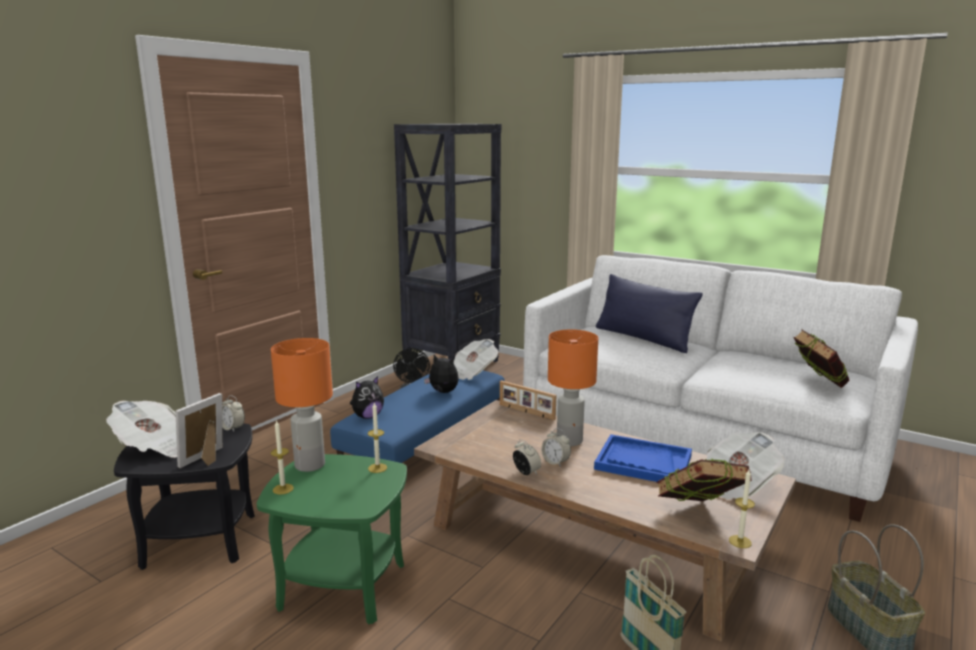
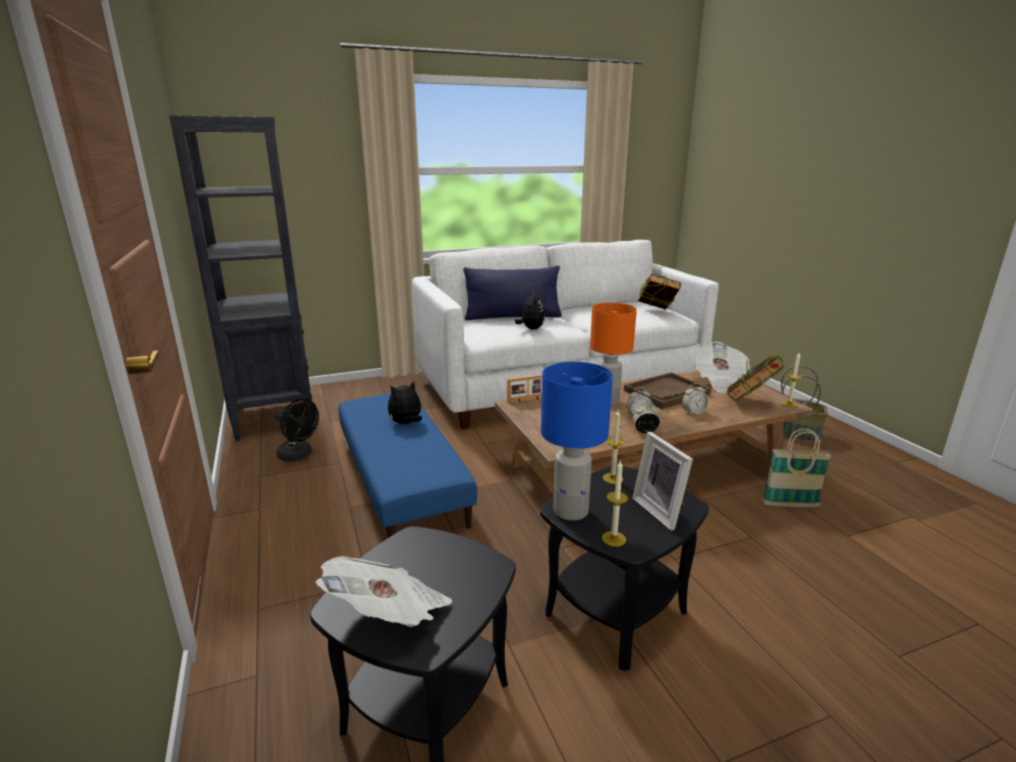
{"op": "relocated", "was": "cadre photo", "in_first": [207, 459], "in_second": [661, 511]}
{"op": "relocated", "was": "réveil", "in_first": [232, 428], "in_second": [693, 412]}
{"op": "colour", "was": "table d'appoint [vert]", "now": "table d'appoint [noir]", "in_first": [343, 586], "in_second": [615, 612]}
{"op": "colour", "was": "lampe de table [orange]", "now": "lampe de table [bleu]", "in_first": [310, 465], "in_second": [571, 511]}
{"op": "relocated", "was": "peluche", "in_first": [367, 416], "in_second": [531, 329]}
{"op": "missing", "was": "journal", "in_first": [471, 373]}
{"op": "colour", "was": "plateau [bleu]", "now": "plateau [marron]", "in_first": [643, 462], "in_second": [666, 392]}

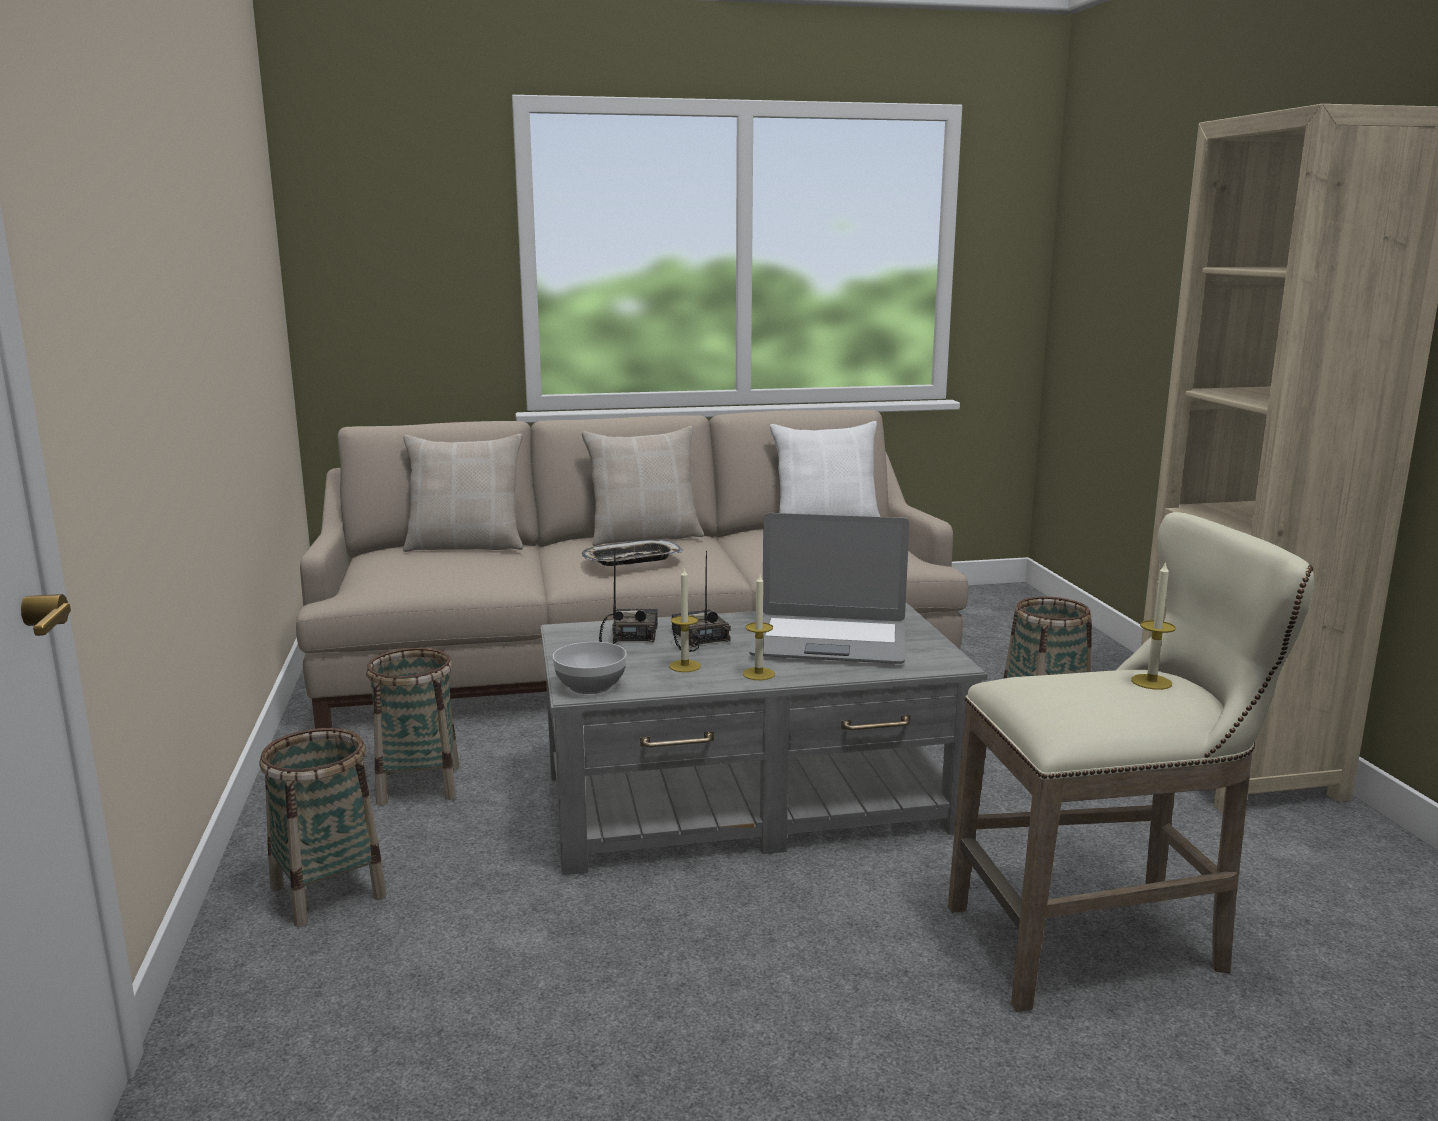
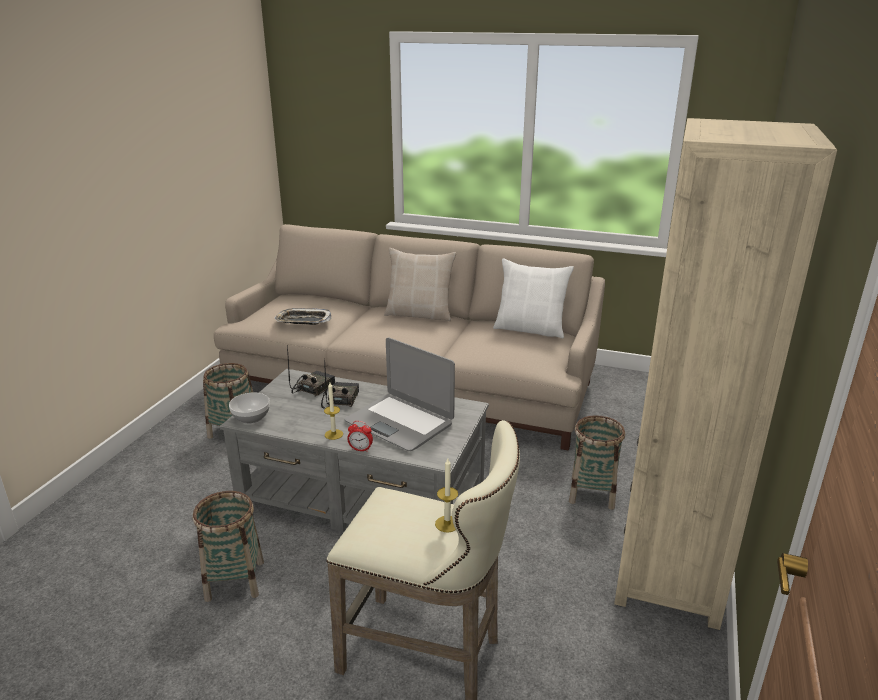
{"op": "relocated", "was": "panier", "in_first": [328, 892], "in_second": [235, 580]}
{"op": "missing", "was": "coussin [beige]", "in_first": [466, 546]}
{"op": "relocated", "was": "plateau", "in_first": [632, 560], "in_second": [303, 321]}
{"op": "missing", "was": "bougie", "in_first": [685, 666]}
{"op": "appeared", "now": "réveil", "in_second": [360, 449]}

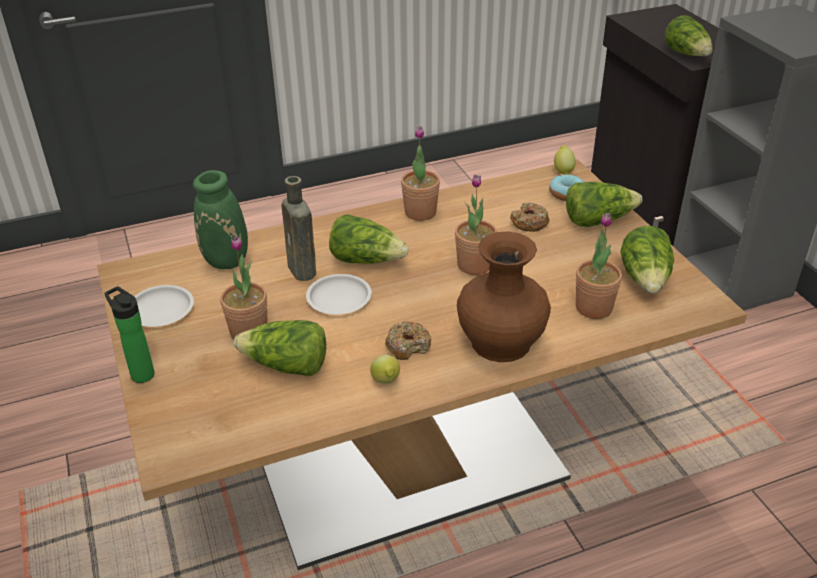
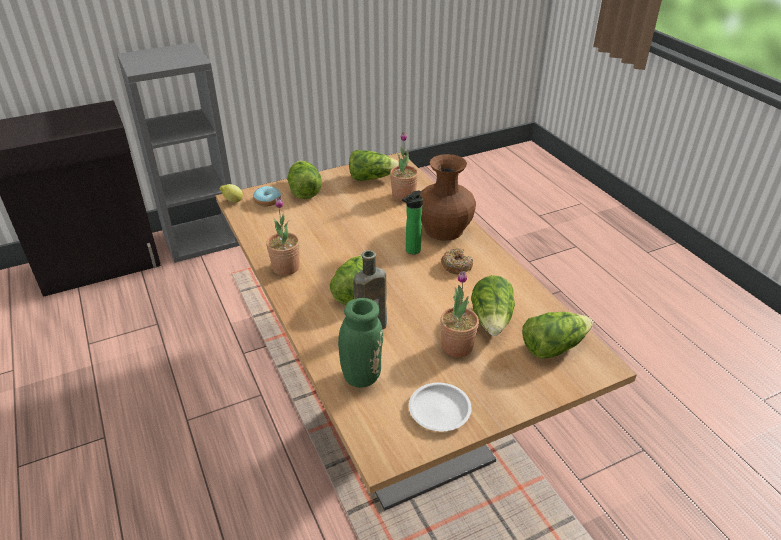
{"op": "relocated", "was": "bouteille", "in_first": [140, 373], "in_second": [411, 251]}
{"op": "missing", "was": "assiette [blanc]", "in_first": [339, 298]}
{"op": "missing", "was": "citron", "in_first": [386, 382]}
{"op": "missing", "was": "plante en pot", "in_first": [474, 265]}
{"op": "missing", "was": "beignet", "in_first": [529, 223]}
{"op": "relocated", "was": "laitue", "in_first": [687, 55], "in_second": [553, 346]}

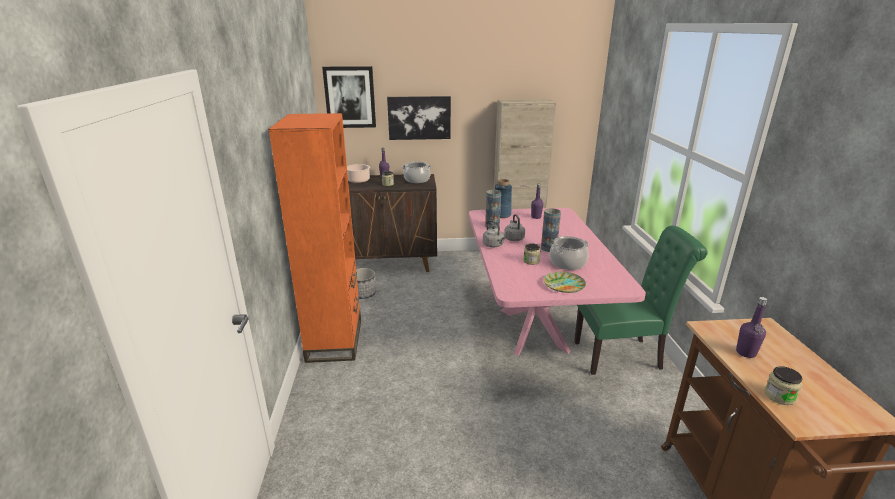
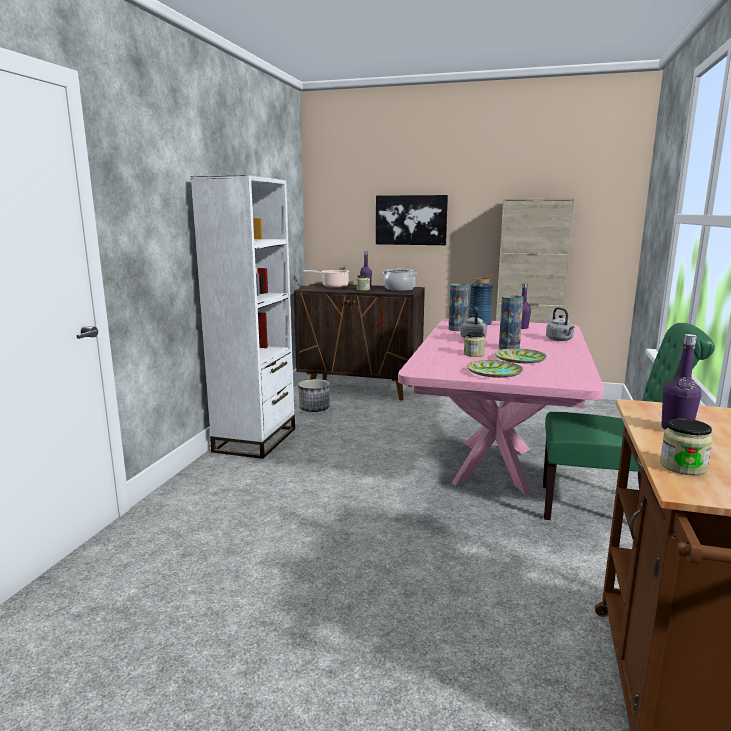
{"op": "colour", "was": "bibliothèque [orange]", "now": "bibliothèque [blanc]", "in_first": [335, 340], "in_second": [255, 440]}
{"op": "missing", "was": "tableau", "in_first": [350, 97]}
{"op": "relocated", "was": "bouilloire [gris]", "in_first": [494, 245], "in_second": [560, 340]}
{"op": "exchanged", "was": "marmite", "now": "assiette", "in_first": [567, 263], "in_second": [520, 359]}

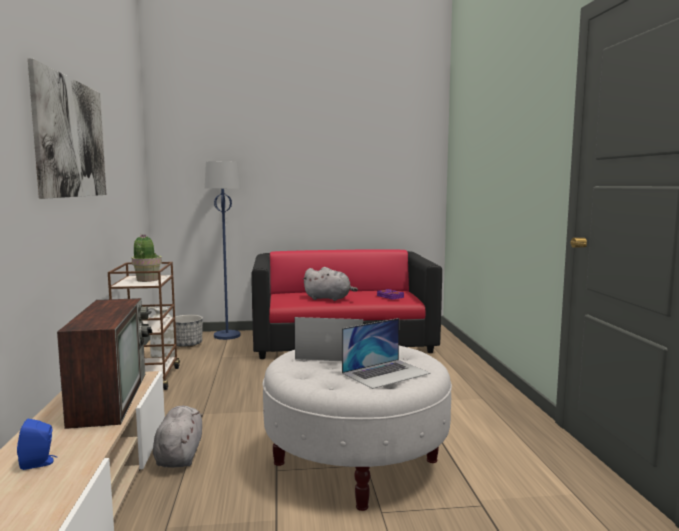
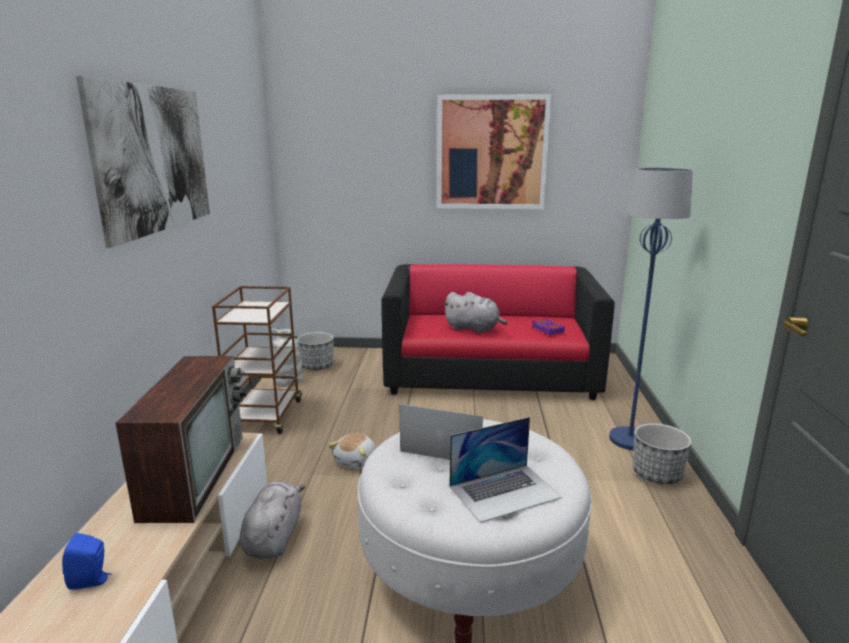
{"op": "missing", "was": "plante en pot", "in_first": [147, 280]}
{"op": "relocated", "was": "lampadaire [bleu]", "in_first": [227, 335], "in_second": [630, 439]}
{"op": "appeared", "now": "peluche", "in_second": [356, 461]}
{"op": "appeared", "now": "tableau", "in_second": [491, 153]}
{"op": "appeared", "now": "cache-pot", "in_second": [657, 474]}

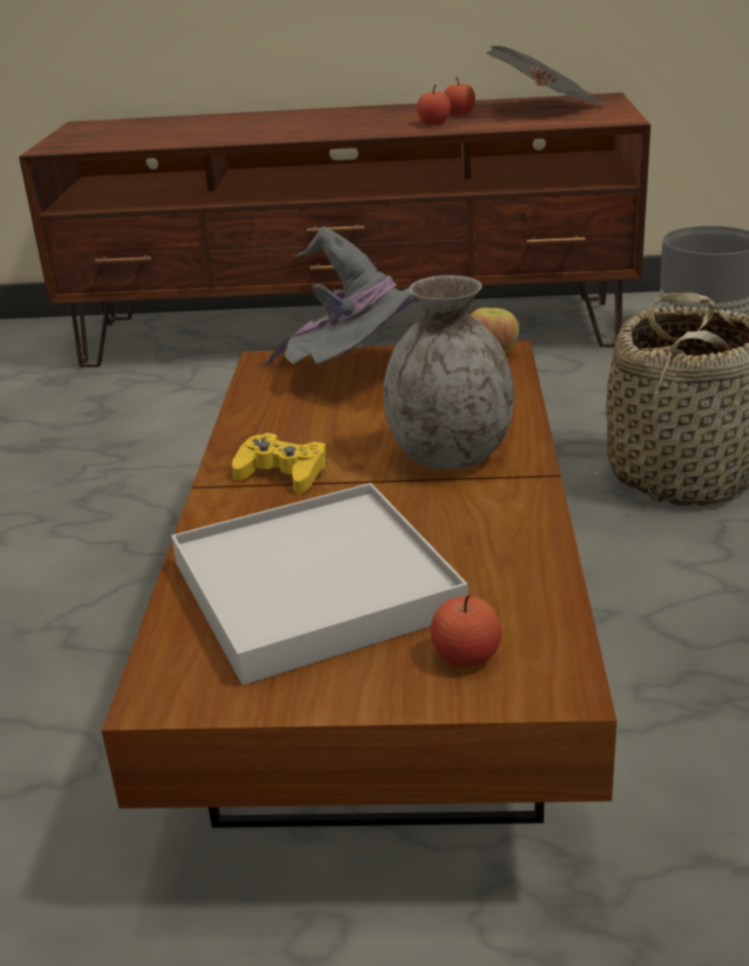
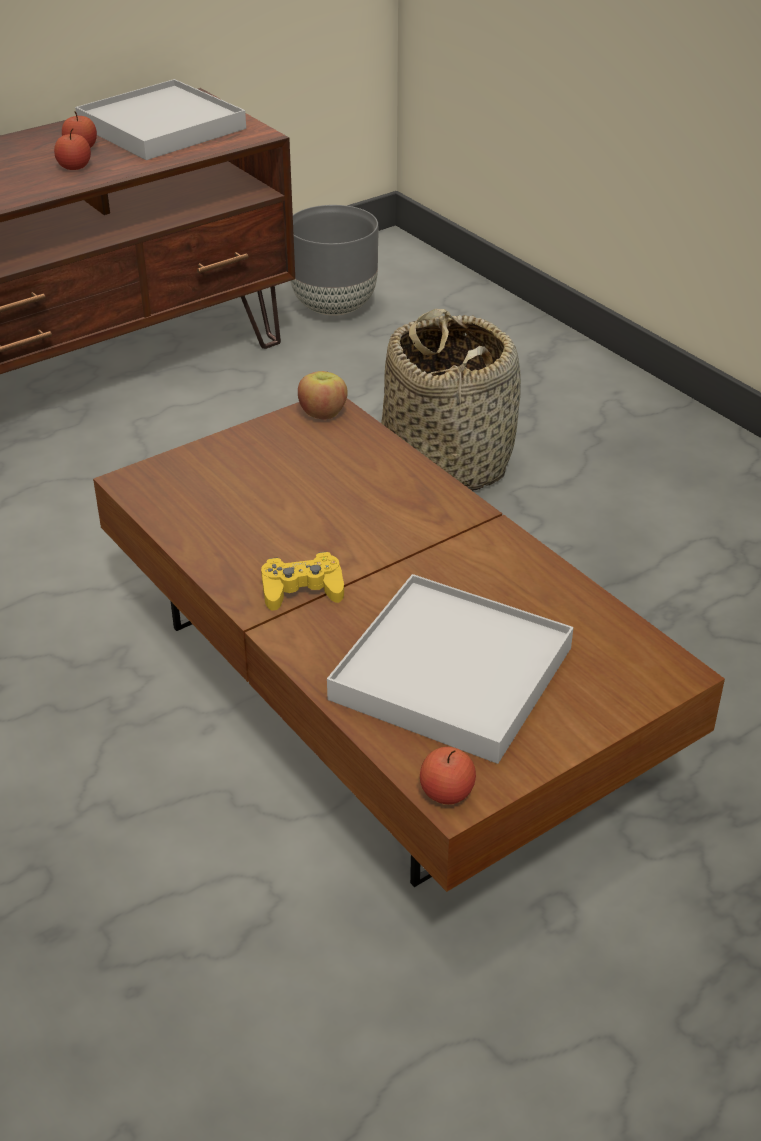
{"op": "missing", "was": "chapeau [gris]", "in_first": [365, 374]}
{"op": "missing", "was": "vase [gris]", "in_first": [450, 456]}
{"op": "relocated", "was": "pomme", "in_first": [466, 656], "in_second": [447, 792]}
{"op": "exchanged", "was": "journal", "now": "plateau [blanc]", "in_first": [546, 109], "in_second": [162, 127]}

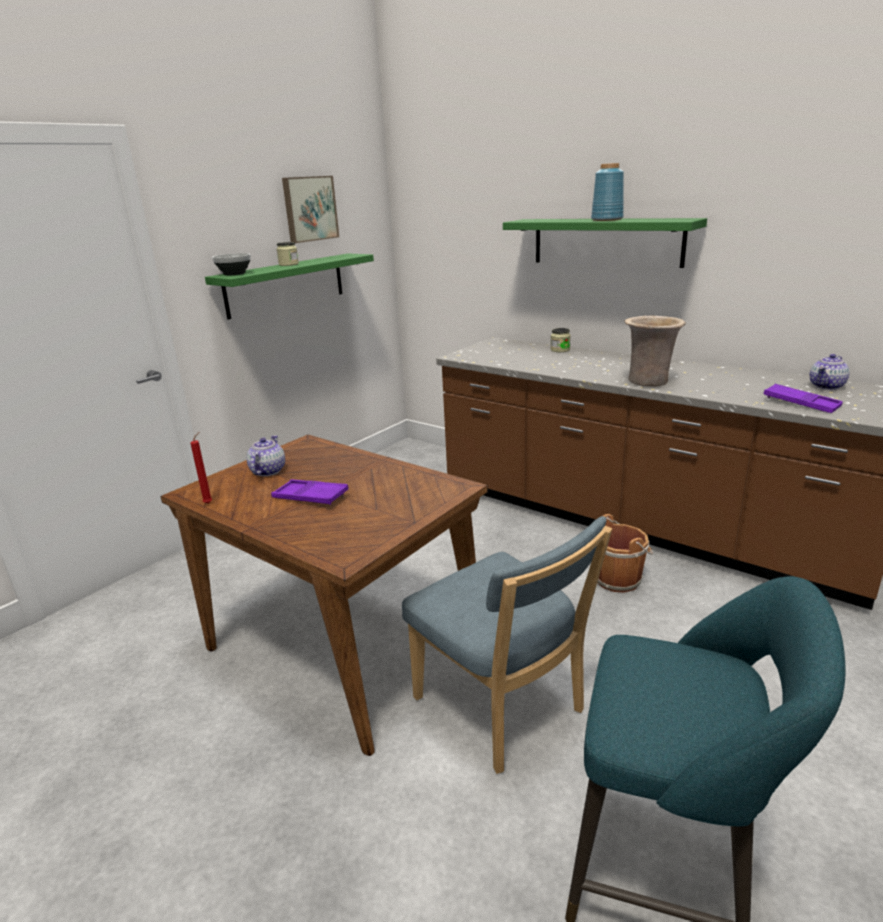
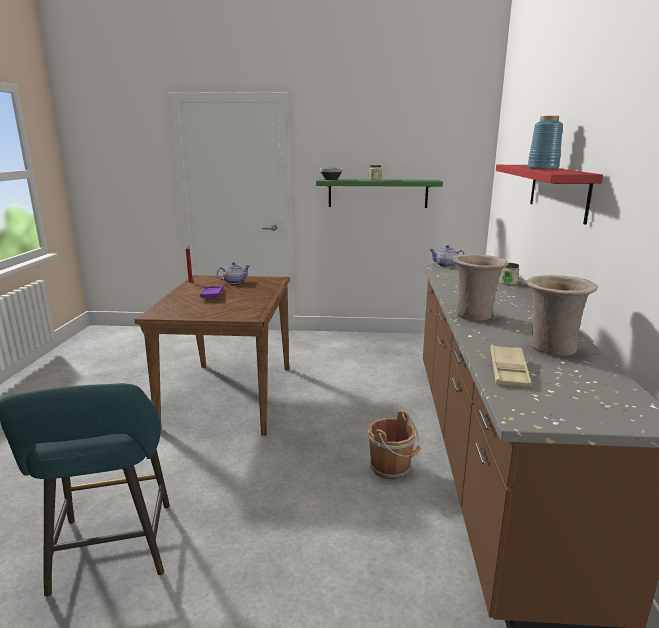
{"op": "missing", "was": "tableau", "in_first": [309, 209]}
{"op": "missing", "was": "chaise [bleu]", "in_first": [503, 709]}
{"op": "colour", "was": "étagère [vert]", "now": "étagère [rouge]", "in_first": [606, 242], "in_second": [558, 190]}
{"op": "colour", "was": "plateau [violet]", "now": "plateau [beige]", "in_first": [801, 403], "in_second": [508, 371]}
{"op": "relocated", "was": "théière", "in_first": [827, 386], "in_second": [446, 265]}
{"op": "appeared", "now": "vase [beige]", "in_second": [550, 348]}

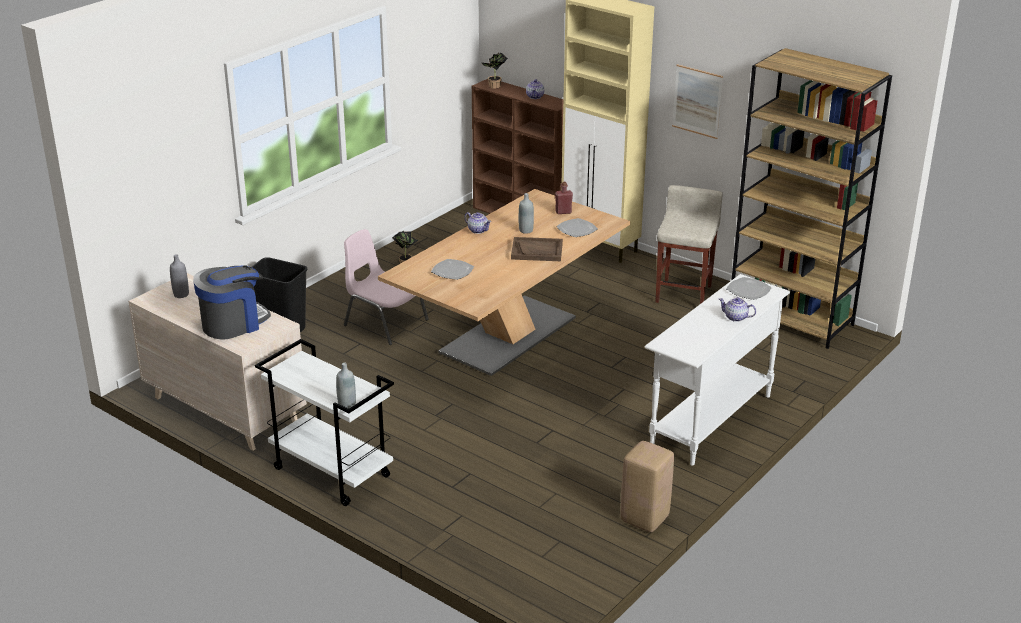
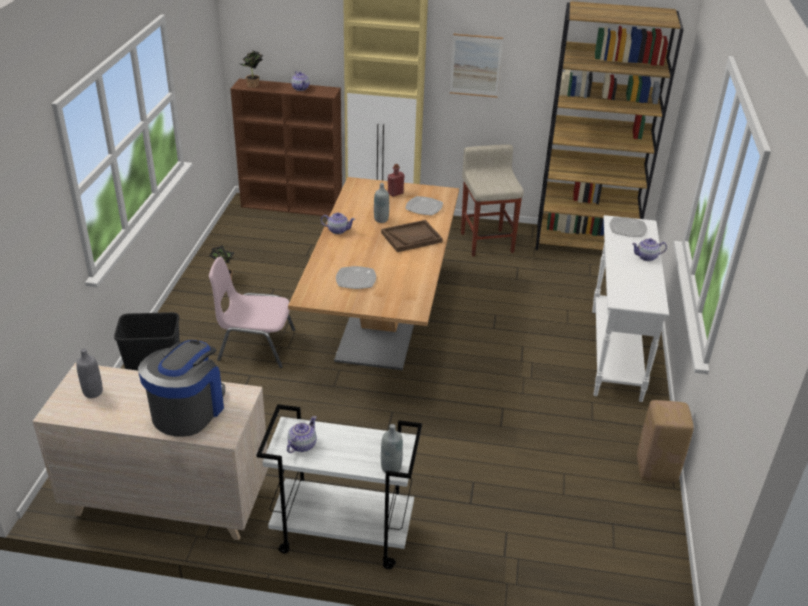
{"op": "appeared", "now": "théière", "in_second": [301, 445]}

